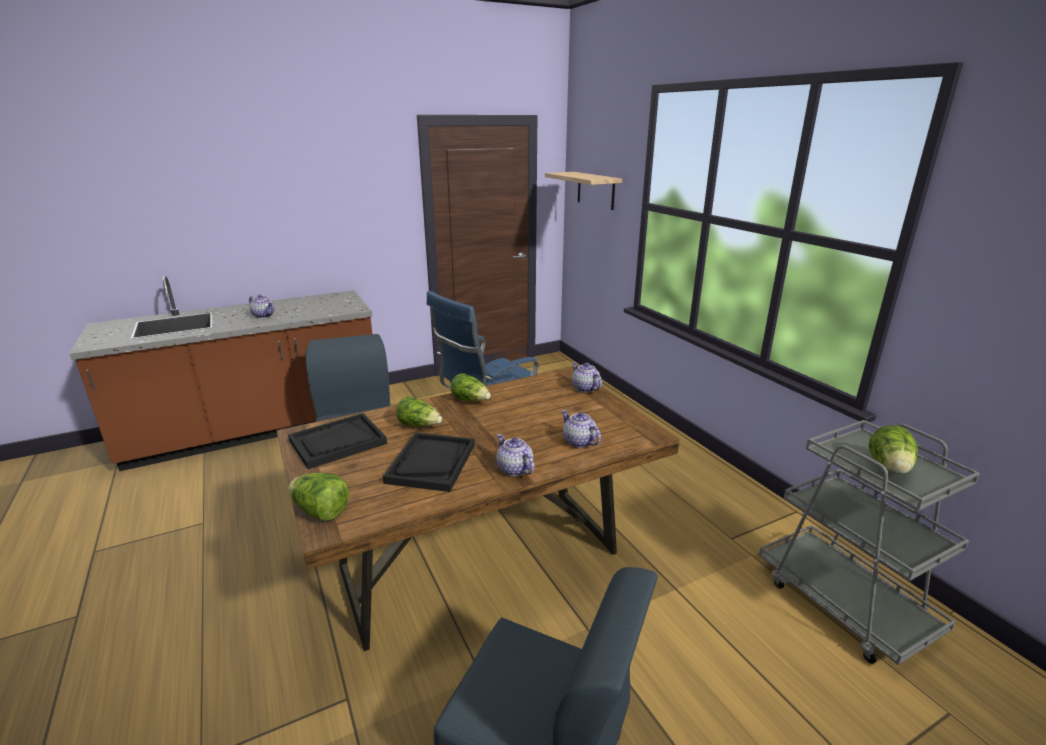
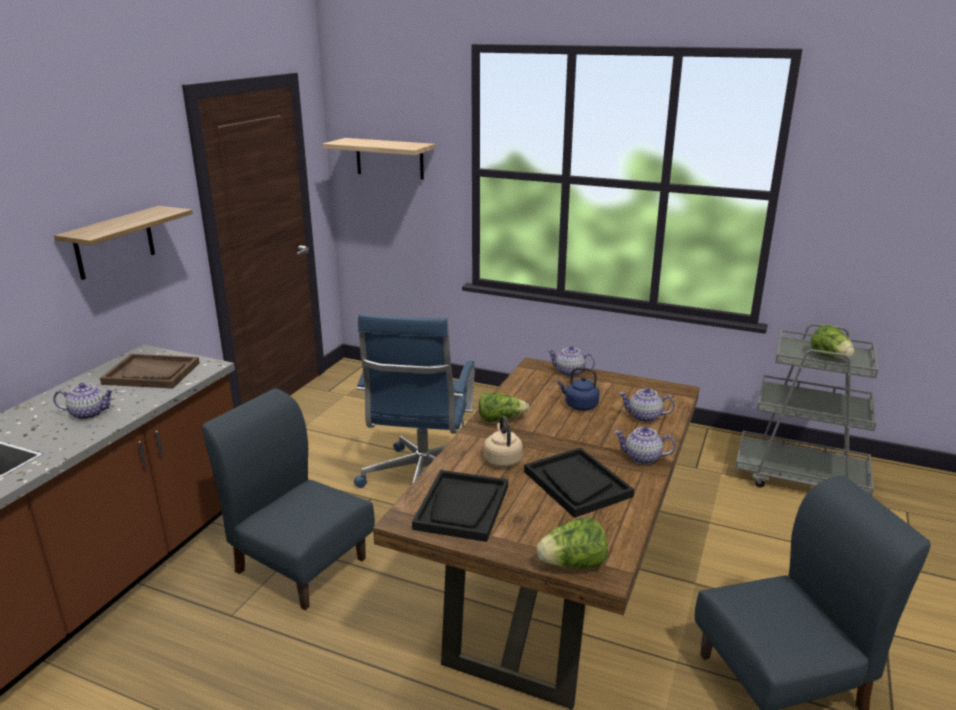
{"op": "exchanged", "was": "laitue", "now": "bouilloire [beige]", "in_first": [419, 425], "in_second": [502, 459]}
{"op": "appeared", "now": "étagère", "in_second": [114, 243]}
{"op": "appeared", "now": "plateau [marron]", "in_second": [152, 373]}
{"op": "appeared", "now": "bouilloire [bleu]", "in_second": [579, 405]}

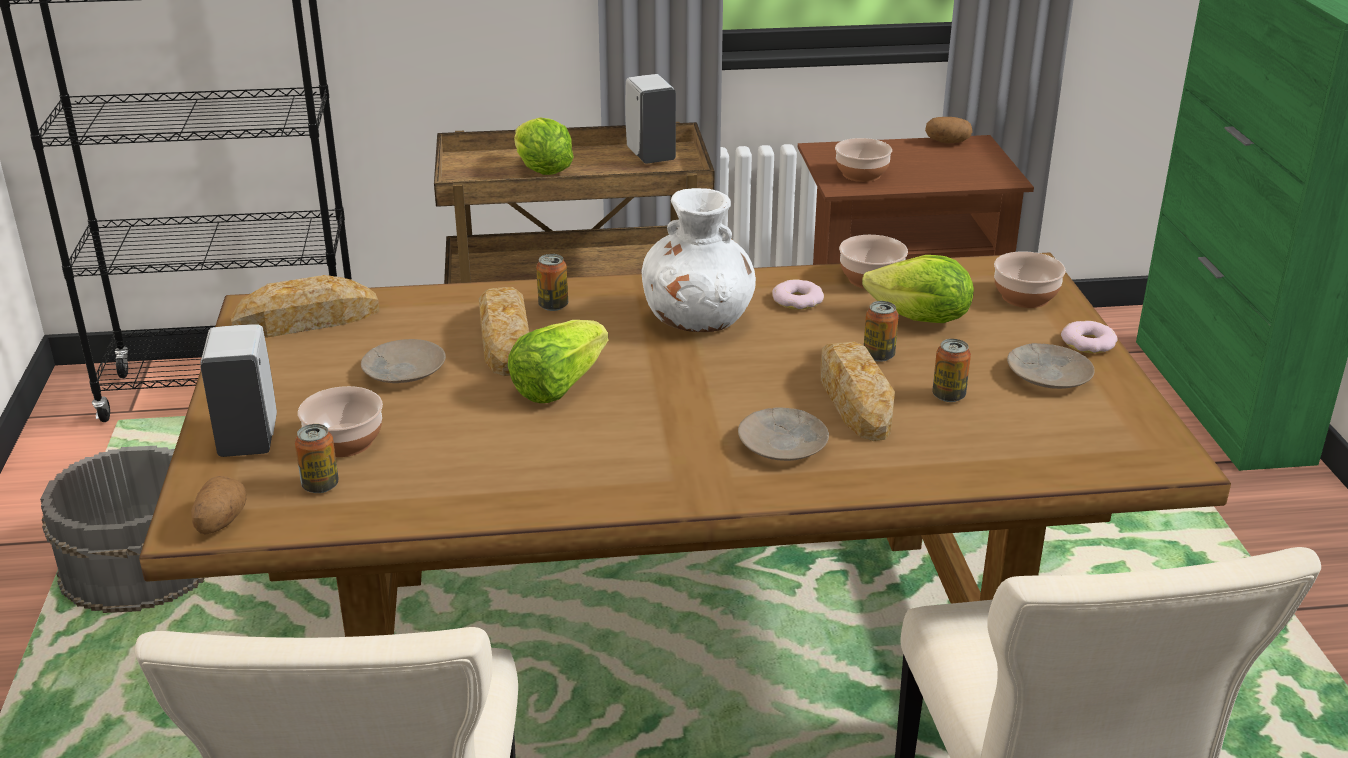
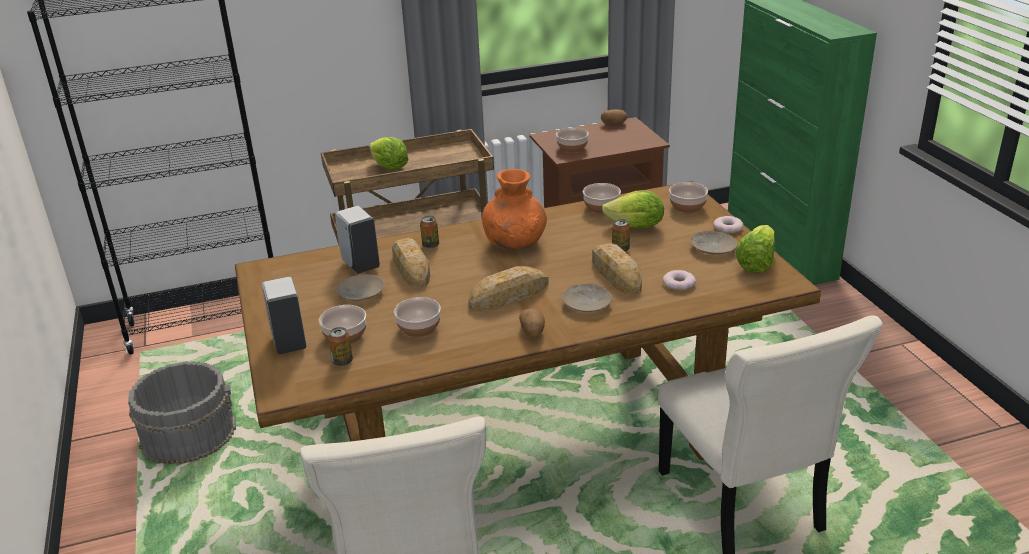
{"op": "relocated", "was": "pomme de terre", "in_first": [220, 522], "in_second": [532, 332]}
{"op": "relocated", "was": "pain", "in_first": [307, 320], "in_second": [509, 295]}
{"op": "relocated", "was": "laitue", "in_first": [558, 385], "in_second": [756, 262]}
{"op": "relocated", "was": "distributeur de savon [blanc]", "in_first": [650, 156], "in_second": [360, 264]}
{"op": "colour", "was": "vase [blanc]", "now": "vase [orange]", "in_first": [698, 320], "in_second": [515, 243]}
{"op": "relocated", "was": "beignet", "in_first": [798, 300], "in_second": [679, 283]}
{"op": "missing", "was": "boîte métallique", "in_first": [948, 396]}
{"op": "appeared", "now": "bol", "in_second": [418, 328]}

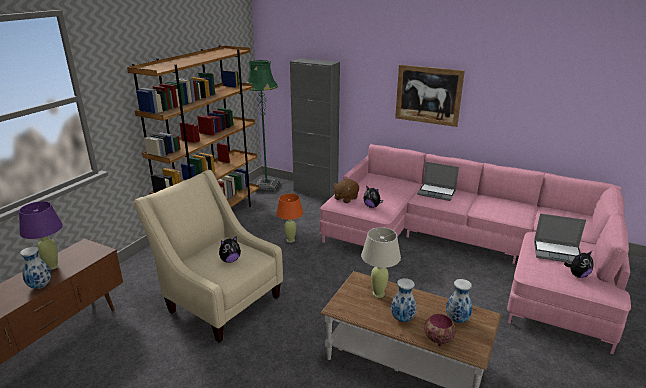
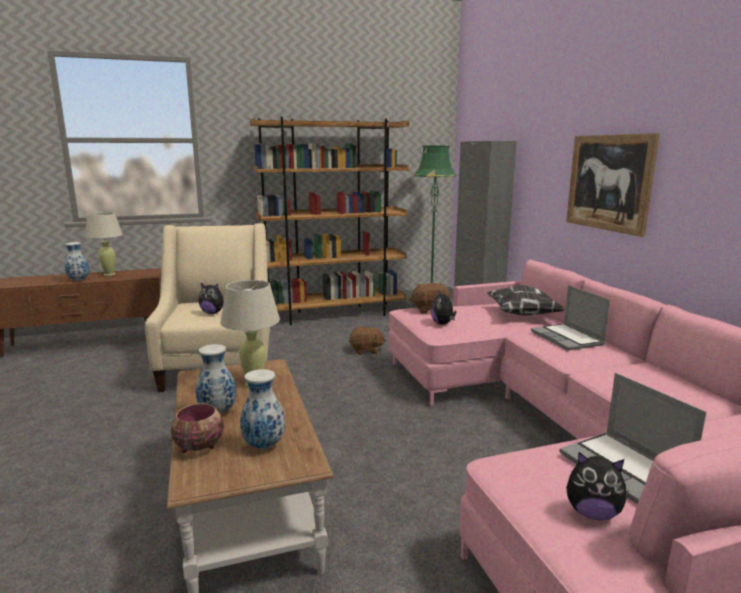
{"op": "colour", "was": "lampe de table [violet]", "now": "lampe de table [beige]", "in_first": [52, 266], "in_second": [109, 274]}
{"op": "exchanged", "was": "lampe de table [orange]", "now": "peluche [marron]", "in_first": [290, 240], "in_second": [366, 350]}
{"op": "appeared", "now": "coussin", "in_second": [523, 314]}

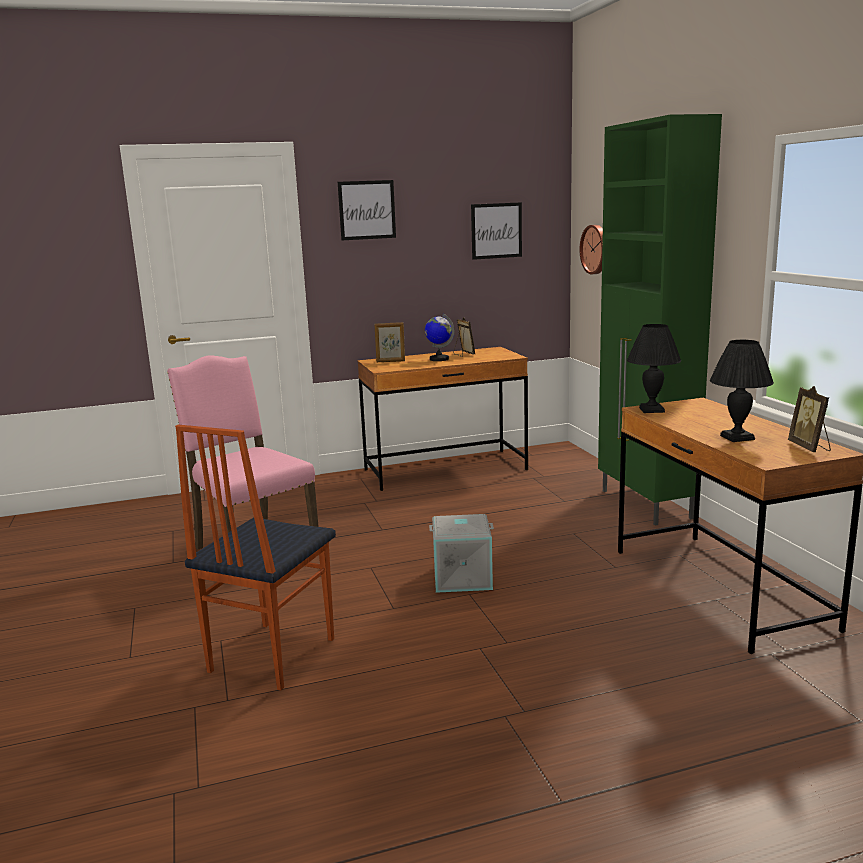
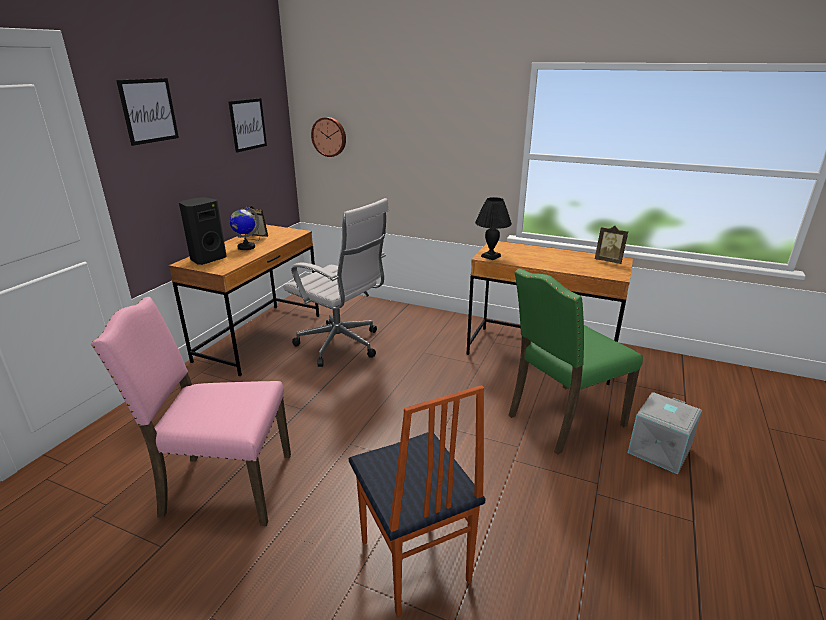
{"op": "exchanged", "was": "cadre photo", "now": "enceinte [noir]", "in_first": [390, 361], "in_second": [207, 259]}
{"op": "relocated", "was": "boîte de rangement [gris]", "in_first": [463, 577], "in_second": [658, 449]}
{"op": "missing", "was": "meuble de rangement [vert]", "in_first": [645, 505]}
{"op": "missing", "was": "lampe de table [noir]", "in_first": [736, 437]}
{"op": "appeared", "now": "chaise de bureau [blanc]", "in_second": [342, 346]}
{"op": "appeared", "now": "chaise [vert]", "in_second": [562, 419]}

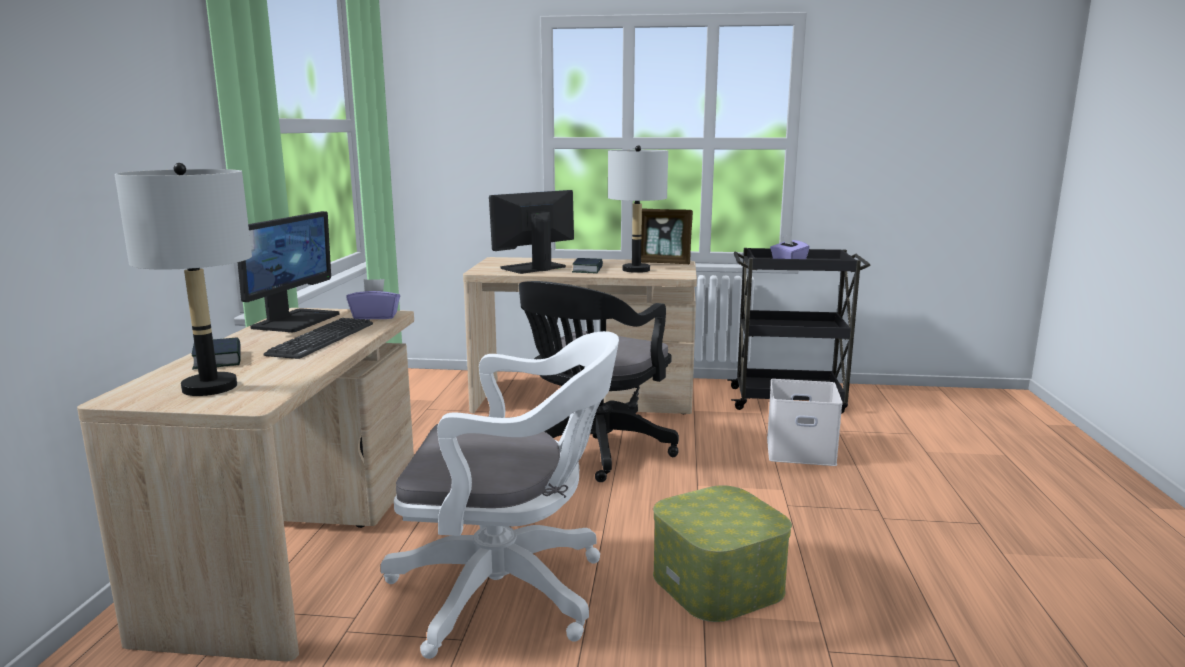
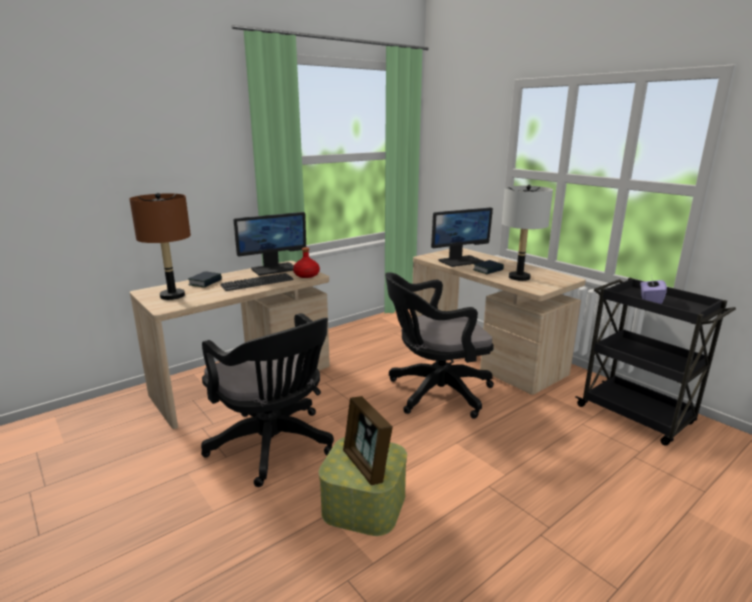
{"op": "colour", "was": "lampe de table [gris]", "now": "lampe de table [marron]", "in_first": [210, 387], "in_second": [172, 296]}
{"op": "exchanged", "was": "boîte à mouchoirs [violet]", "now": "bouteille [rouge]", "in_first": [375, 316], "in_second": [306, 275]}
{"op": "colour", "was": "chaise de bureau [blanc]", "now": "chaise de bureau [noir]", "in_first": [510, 591], "in_second": [274, 447]}
{"op": "spun", "was": "écran d'ordinateur", "in_first": [533, 268], "in_second": [460, 261], "clockwise": 150}
{"op": "relocated", "was": "cadre photo", "in_first": [663, 263], "in_second": [366, 465]}
{"op": "missing", "was": "boîte de rangement [blanc]", "in_first": [801, 450]}

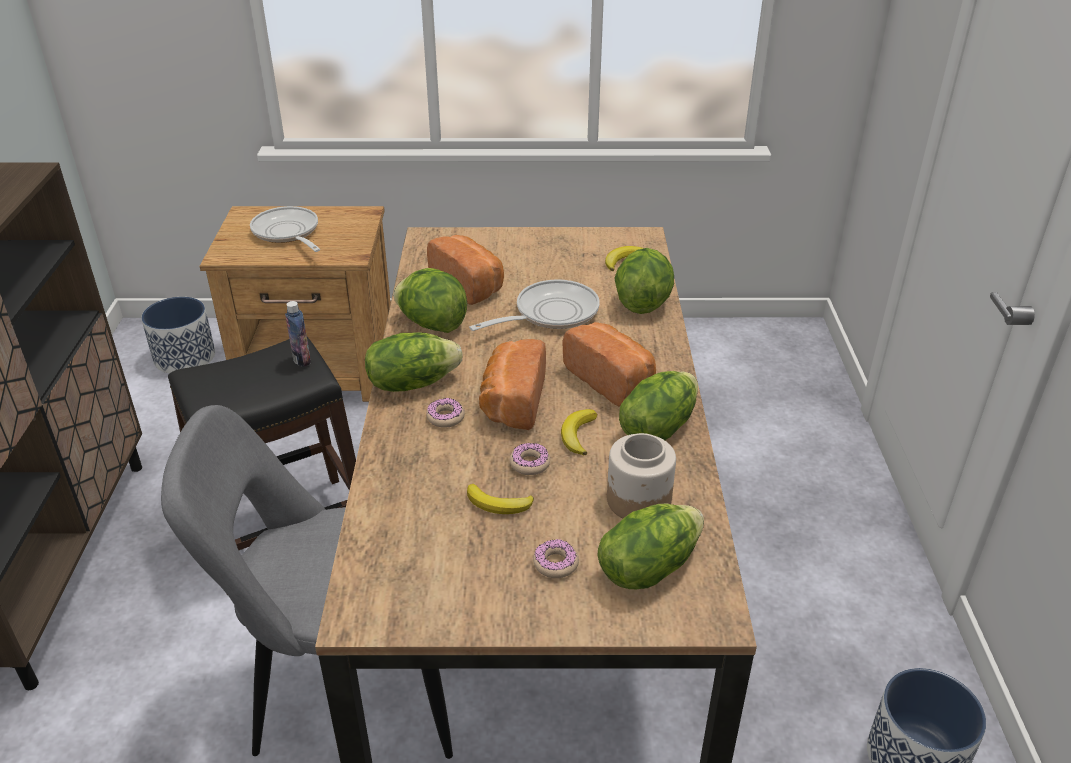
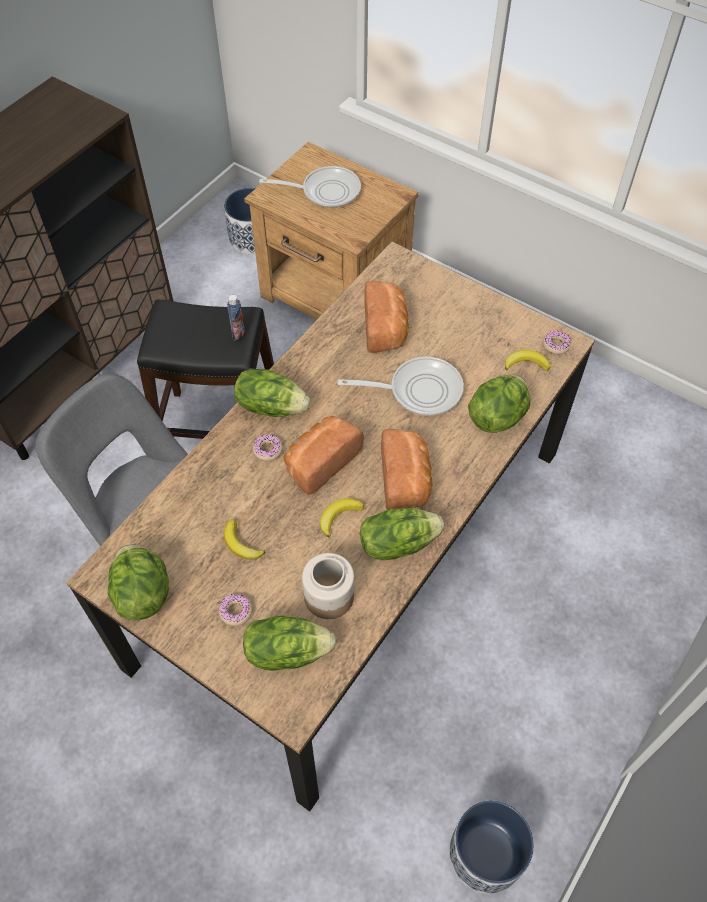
{"op": "spun", "was": "poêle", "in_first": [287, 233], "in_second": [325, 191], "clockwise": 90}
{"op": "relocated", "was": "laitue", "in_first": [432, 324], "in_second": [142, 592]}
{"op": "relocated", "was": "beignet", "in_first": [530, 464], "in_second": [556, 345]}

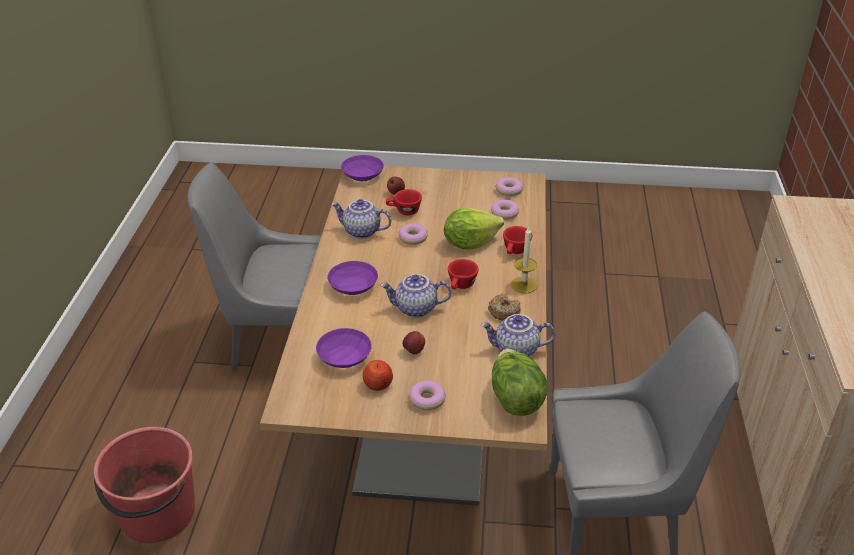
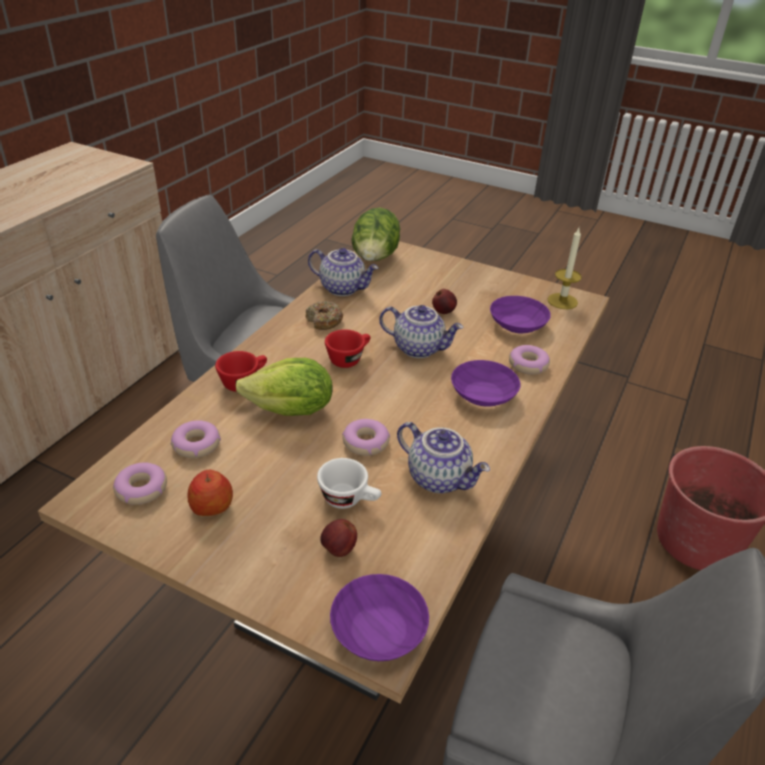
{"op": "relocated", "was": "pomme", "in_first": [378, 384], "in_second": [211, 506]}
{"op": "colour", "was": "tasse [rouge]", "now": "tasse [blanc]", "in_first": [404, 211], "in_second": [349, 499]}
{"op": "relocated", "was": "beignet", "in_first": [427, 399], "in_second": [528, 365]}
{"op": "relocated", "was": "bougie", "in_first": [523, 285], "in_second": [562, 301]}

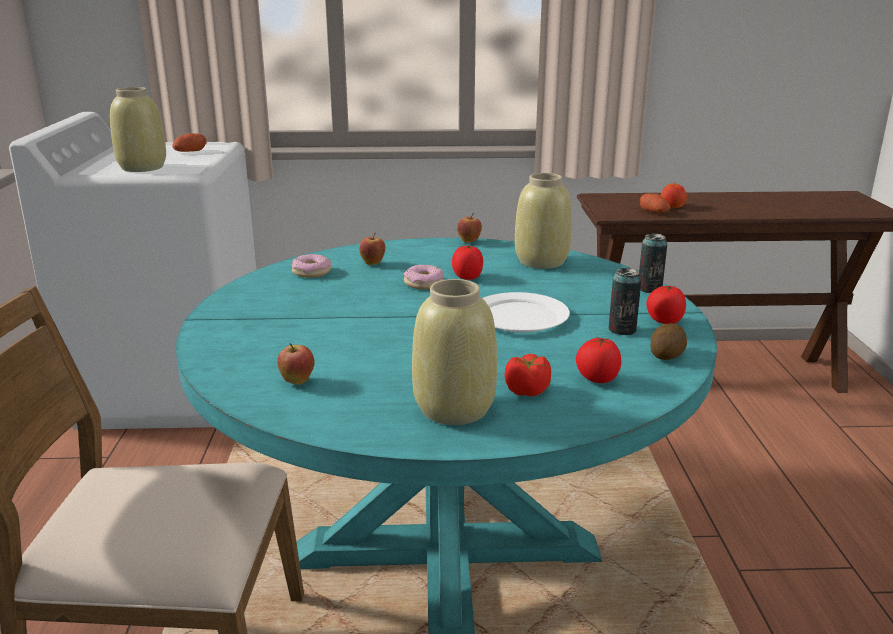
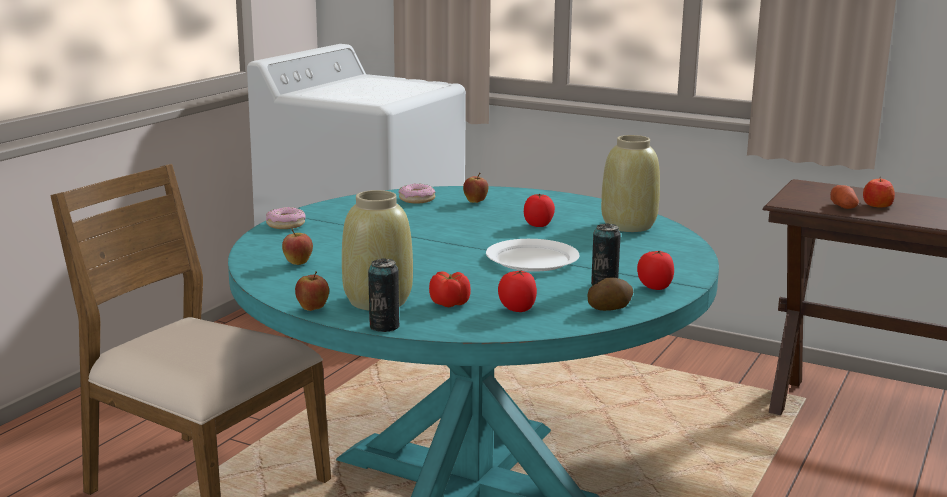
{"op": "missing", "was": "vase [beige]", "in_first": [142, 168]}
{"op": "missing", "was": "pomme de terre", "in_first": [190, 152]}
{"op": "relocated", "was": "beignet", "in_first": [423, 283], "in_second": [285, 224]}
{"op": "relocated", "was": "pomme", "in_first": [469, 241], "in_second": [313, 309]}
{"op": "relocated", "was": "boîte métallique", "in_first": [649, 289], "in_second": [384, 326]}

